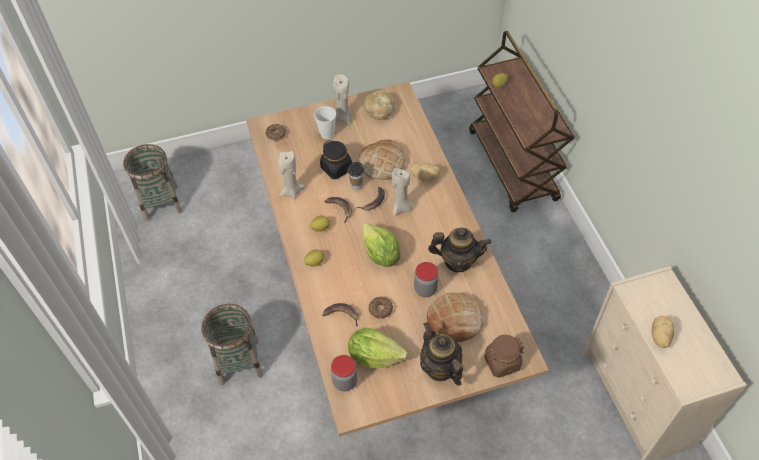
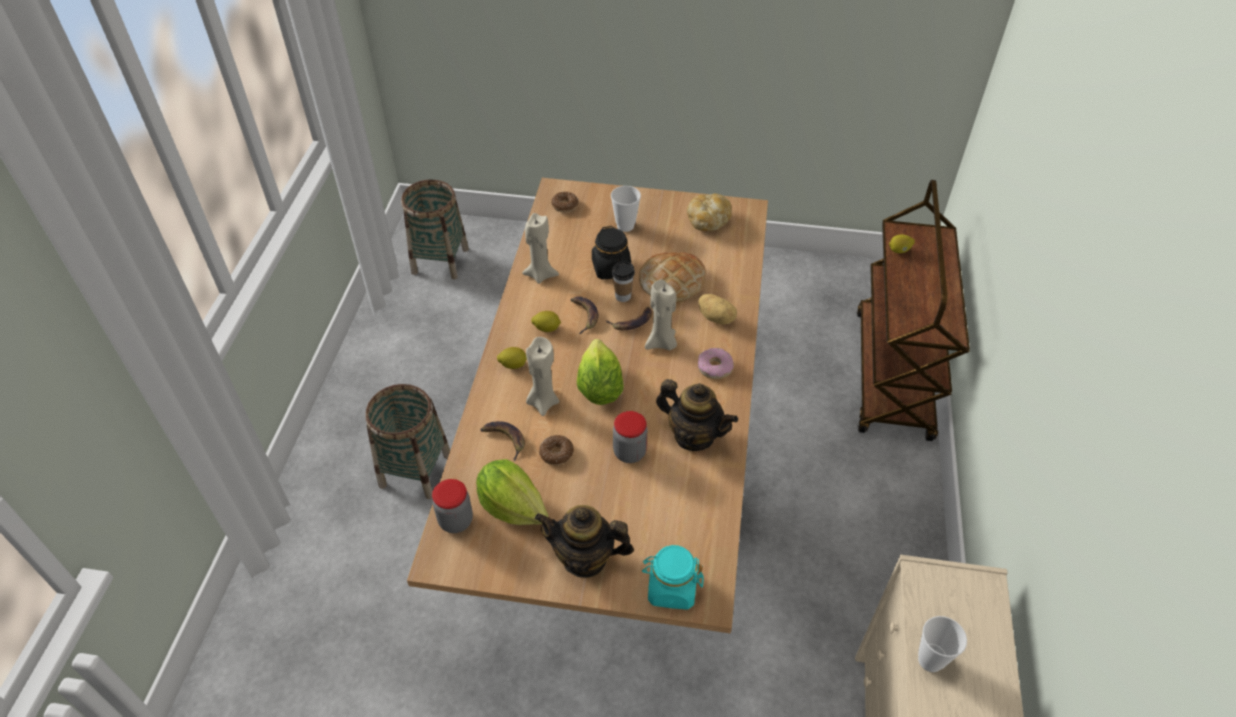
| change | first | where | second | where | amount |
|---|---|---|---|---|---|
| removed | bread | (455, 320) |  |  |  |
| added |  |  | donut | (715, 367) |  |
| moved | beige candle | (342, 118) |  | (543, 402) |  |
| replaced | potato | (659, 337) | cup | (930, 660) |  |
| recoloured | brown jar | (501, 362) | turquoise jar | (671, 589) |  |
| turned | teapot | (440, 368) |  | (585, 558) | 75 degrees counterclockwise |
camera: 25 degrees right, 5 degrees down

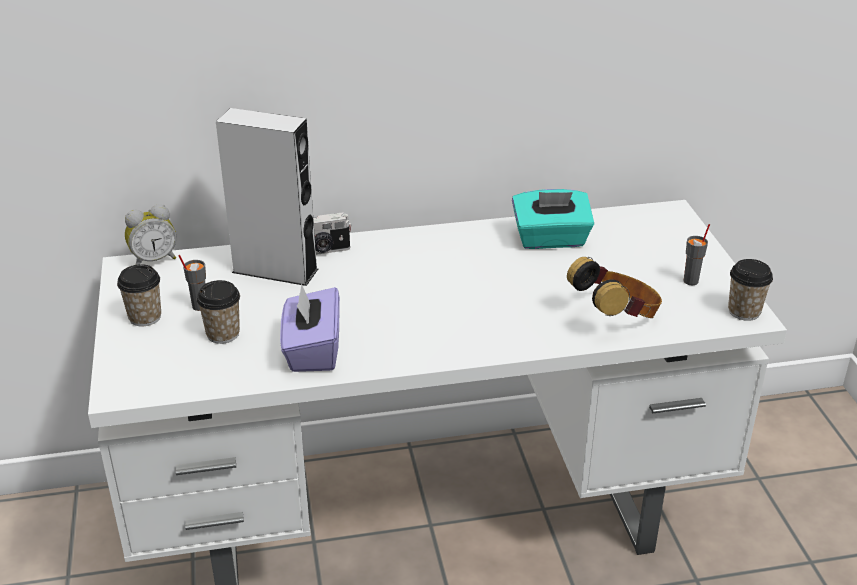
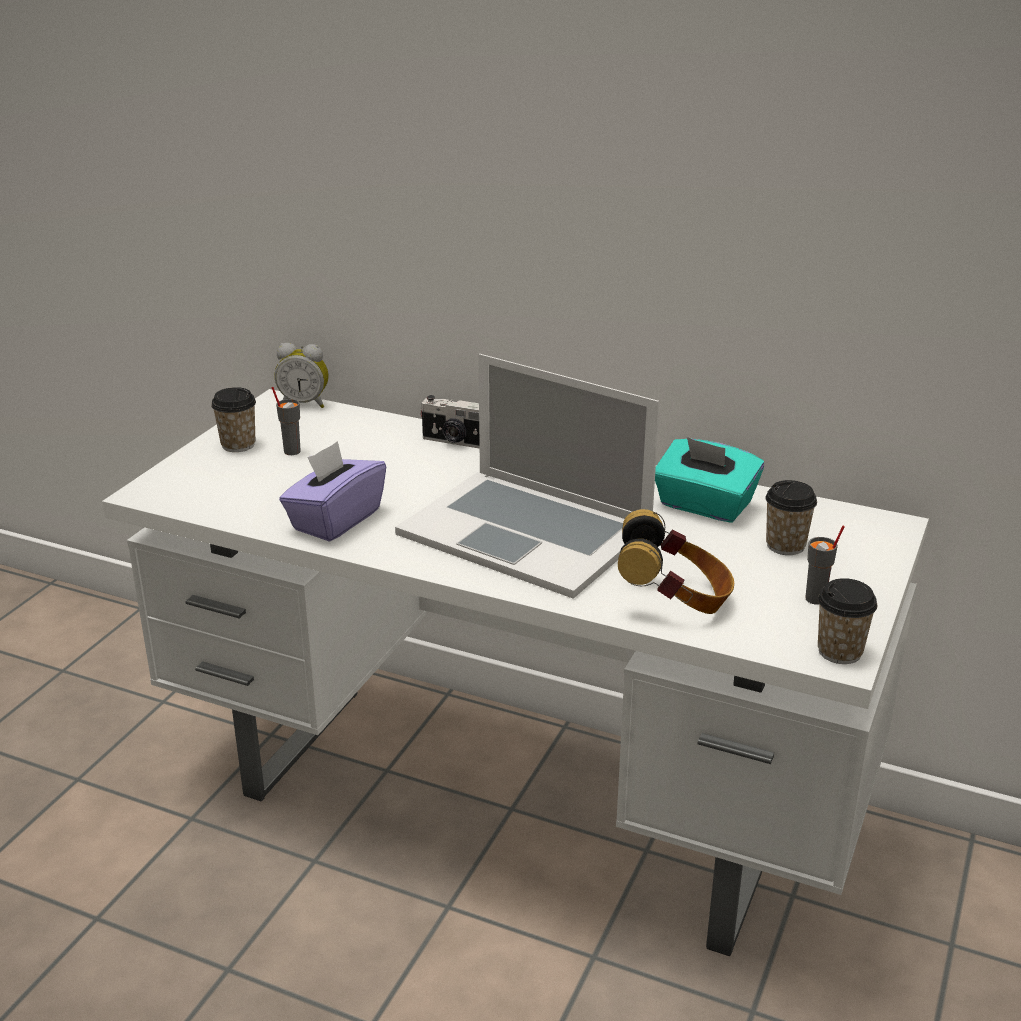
| change | first | where | second | where | amount |
|---|---|---|---|---|---|
| removed | grey speaker | (275, 270) |  |  |  |
| added |  |  | laptop | (526, 531) |  |
| moved | cup | (223, 334) |  | (785, 545) |  |
camera: 35 degrees right, 5 degrees down

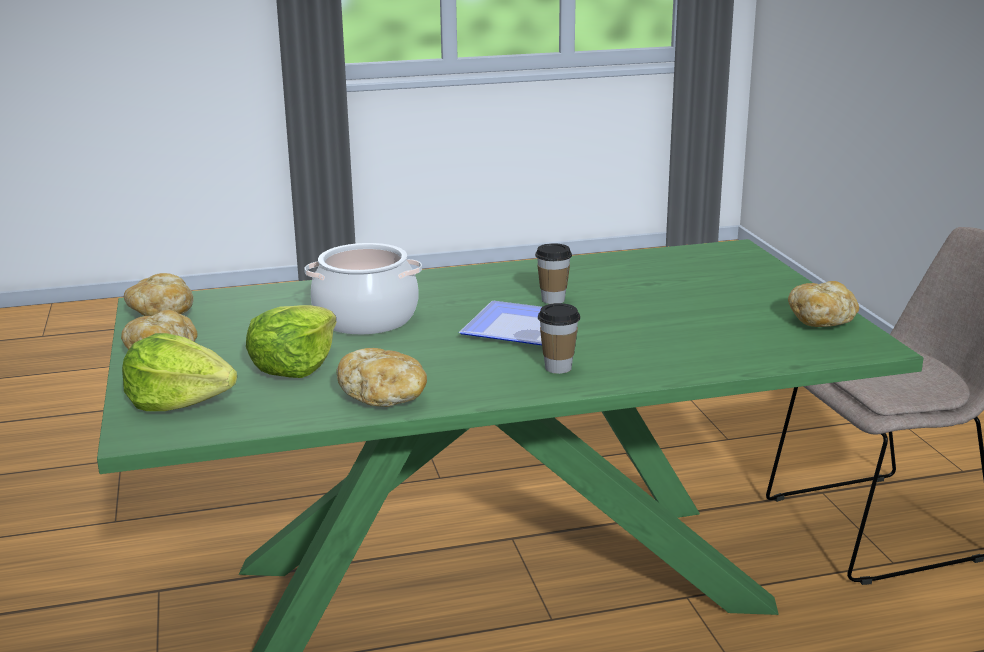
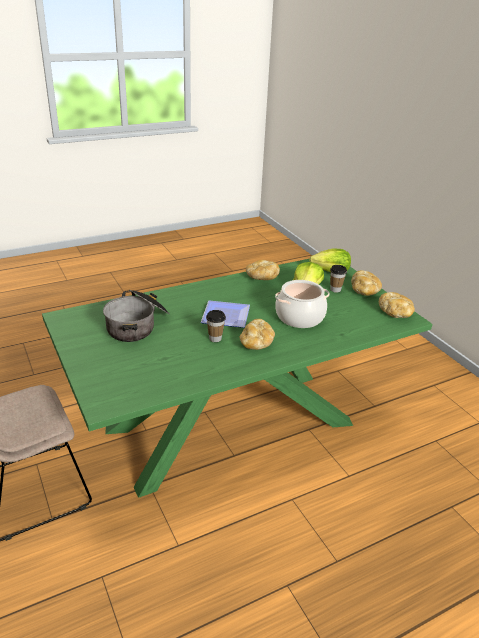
| change | first | where | second | where | amount |
|---|---|---|---|---|---|
| added |  |  | cooking pot | (138, 325) |  |
| moved | cup | (558, 368) |  | (335, 290) |  |
| moved | bread | (822, 321) |  | (256, 343) |  |
camera: 165 degrees right, 10 degrees up

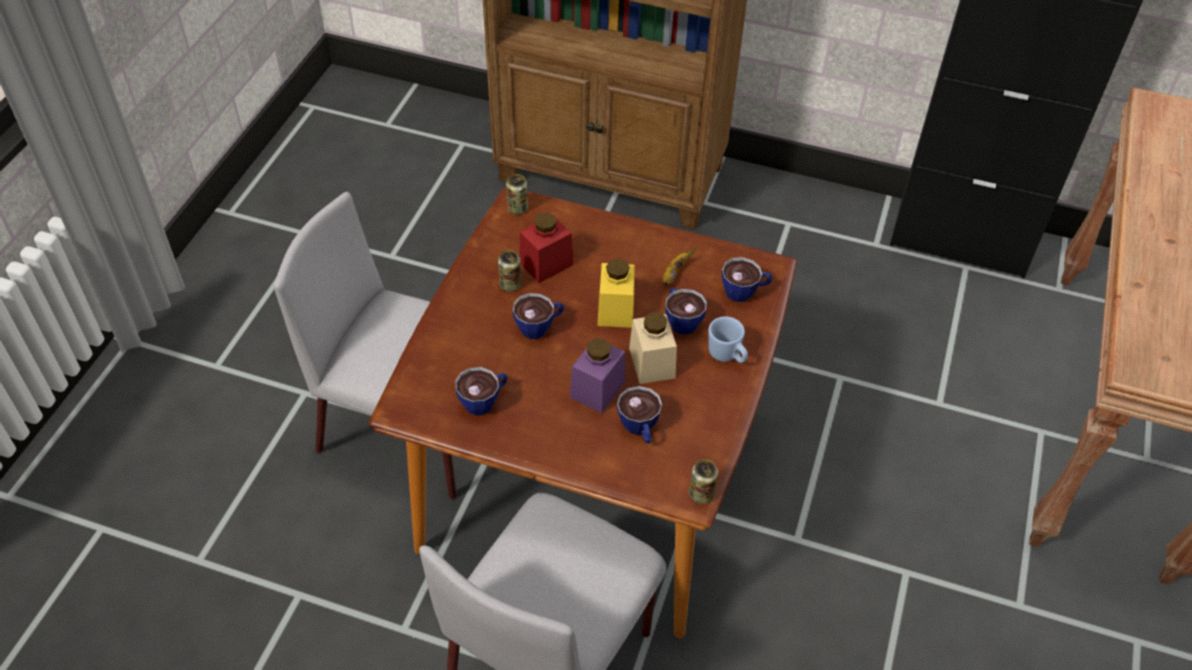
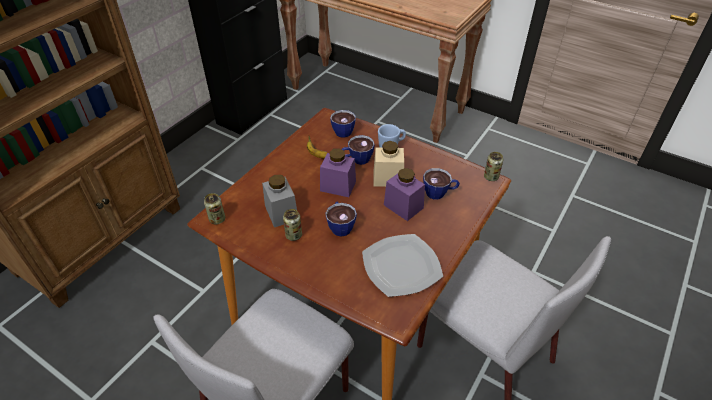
| change | first | where | second | where | amount |
|---|---|---|---|---|---|
| replaced | cup | (484, 401) | plate | (400, 266) |  |
| recoloured | red jar | (546, 264) | grey jar | (281, 213) |  |
| recoloured | yellow jar | (615, 310) | purple jar | (338, 186) |  |
camera: 75 degrees left, 5 degrees down

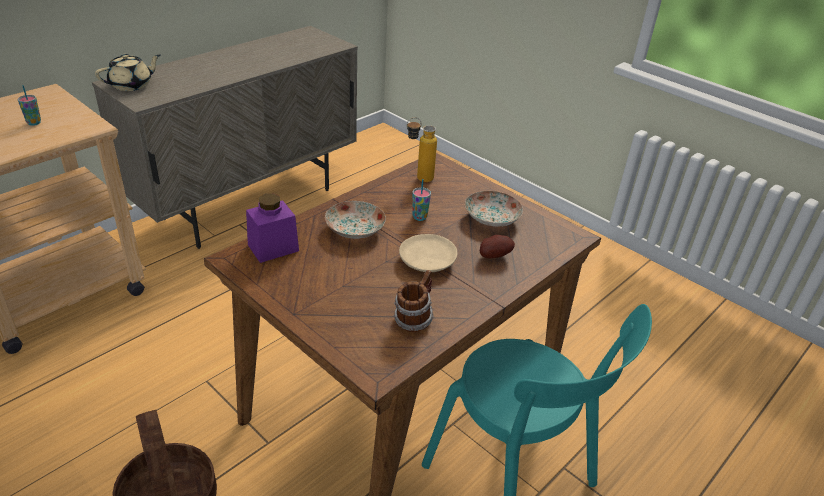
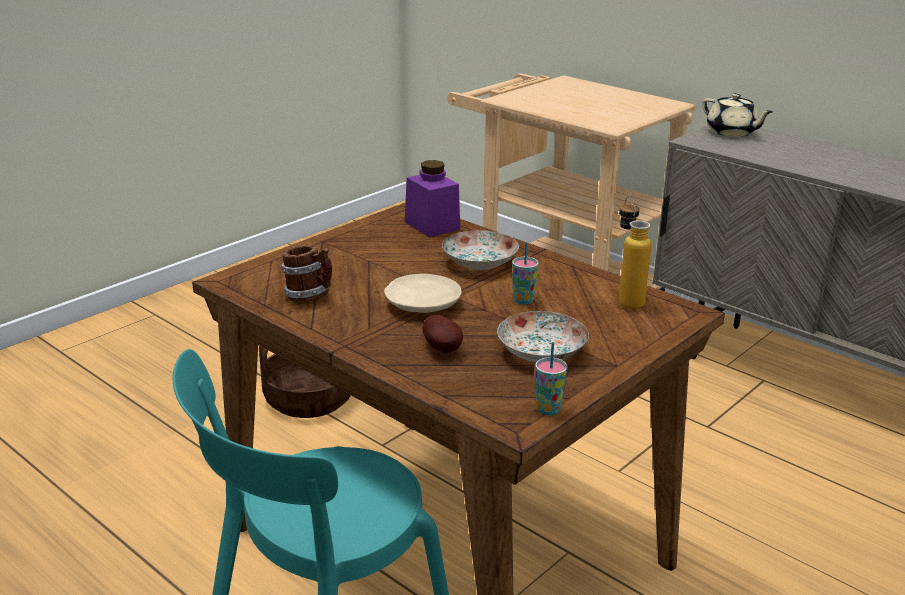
| change | first | where | second | where | amount |
|---|---|---|---|---|---|
| moved | cup | (34, 123) |  | (548, 409) |  |
camera: 90 degrees right, 10 degrees down

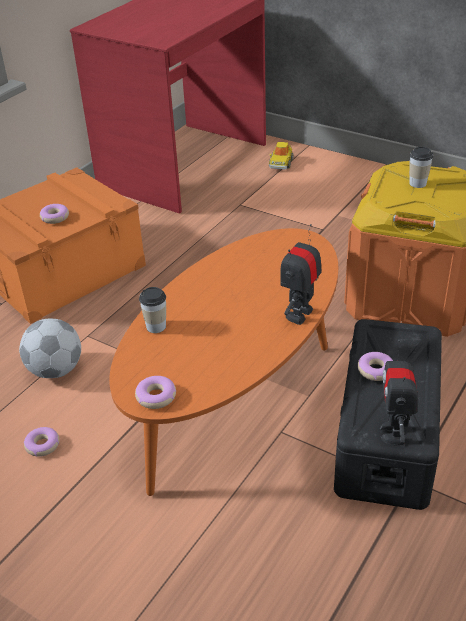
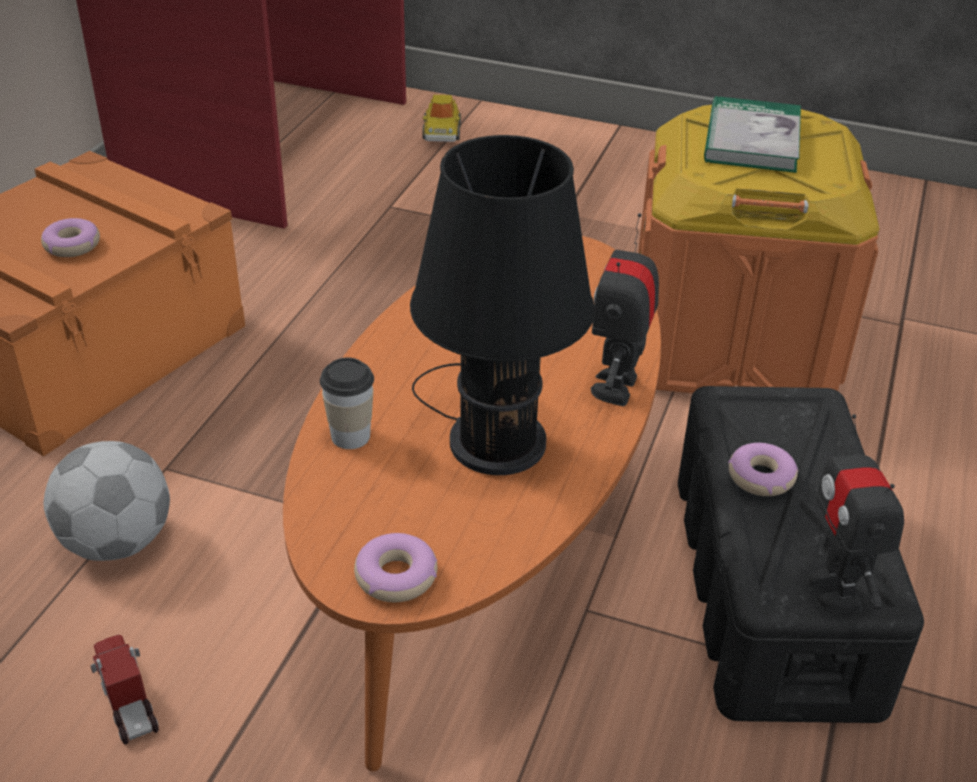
| change | first | where | second | where | amount |
|---|---|---|---|---|---|
| added |  |  | black table lamp | (493, 435) |  |
| replaced | donut | (42, 445) | toy truck | (127, 698) |  |
| replaced | cup | (417, 183) | book | (752, 140) |  |
camera: 15 degrees left, 0 degrees up

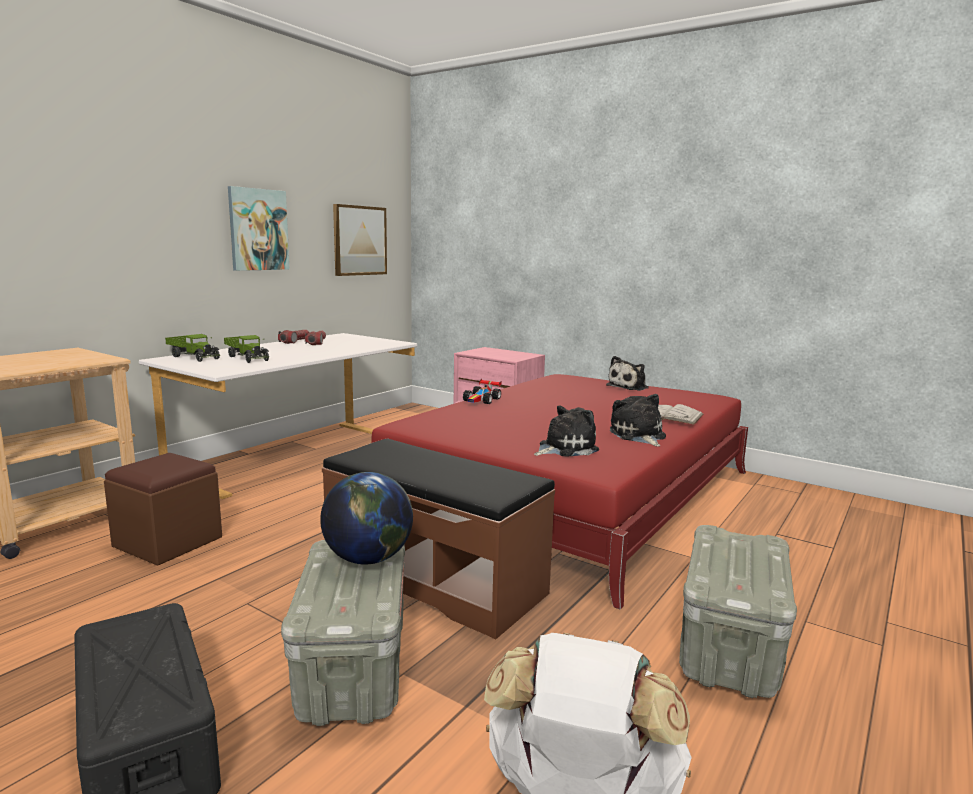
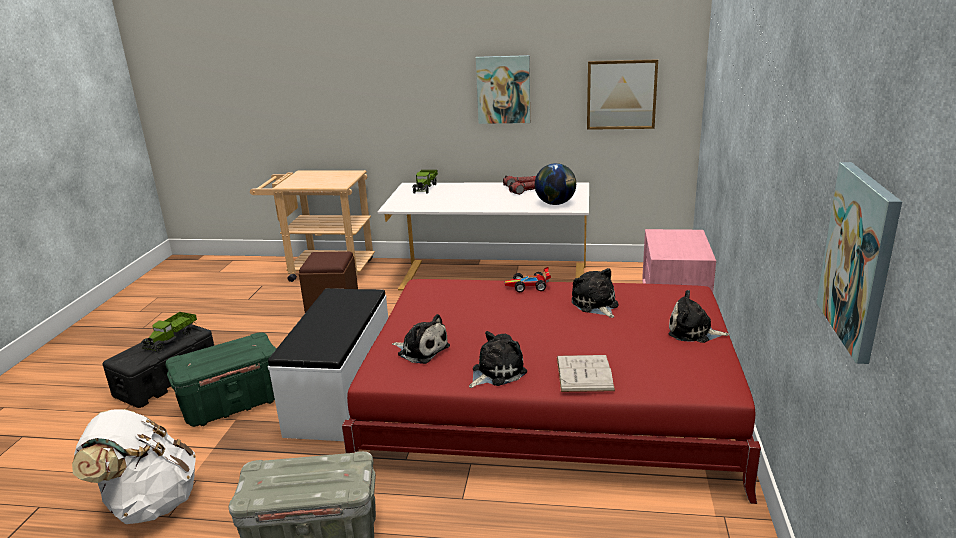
| change | first | where | second | where | amount |
|---|---|---|---|---|---|
| added |  |  | plush toy | (595, 305) |  |
| added |  |  | picture | (860, 259) |  |
| moved | toy truck | (247, 358) |  | (171, 339) |  |
| moved | globe | (368, 558) |  | (555, 203) |  |
| recoloured | grey storage box | (353, 672) | green storage box | (232, 405) |  |
| recoloured | brown bench | (435, 579) | white bench | (343, 394) |  |
camera: 65 degrees right, 10 degrees up

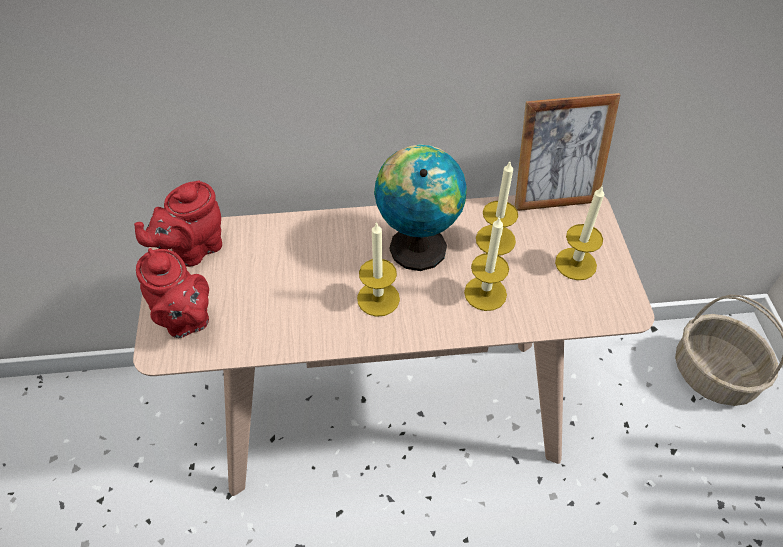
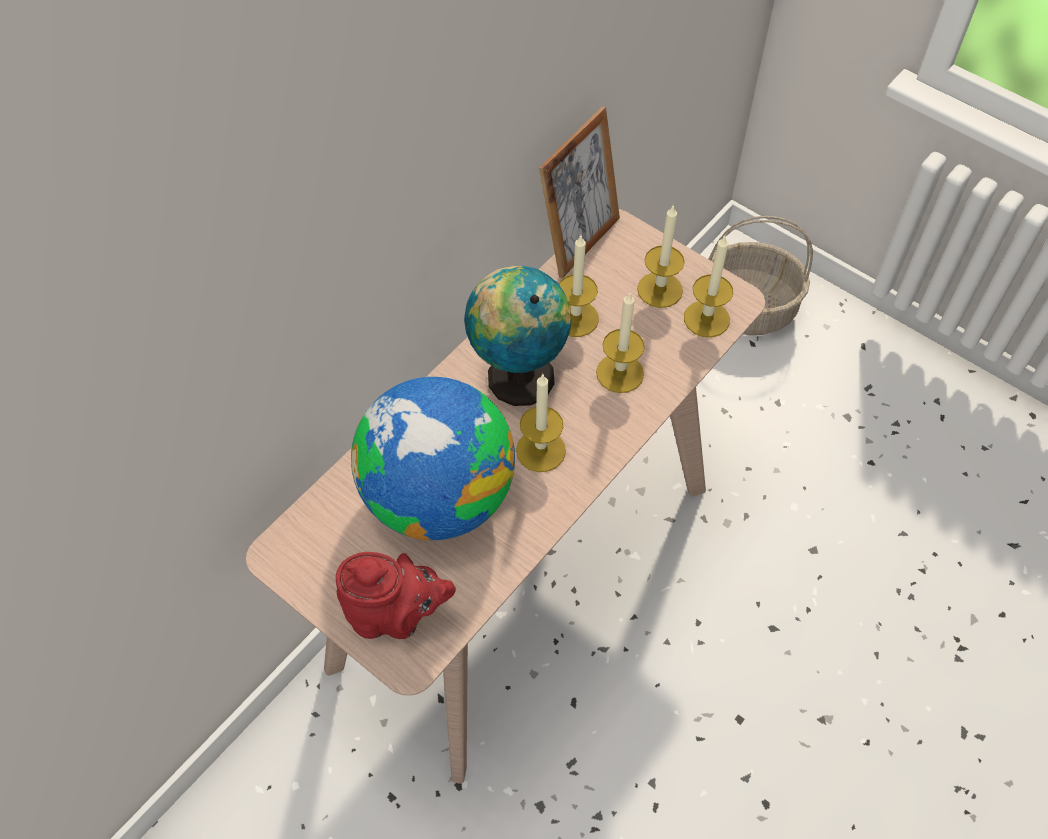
| change | first | where | second | where | amount |
|---|---|---|---|---|---|
| removed | red teapot | (193, 249) |  |  |  |
| added |  |  | globe | (438, 497) |  |
| added |  |  | candle | (706, 318) |  |
camera: 45 degrees left, 5 degrees up

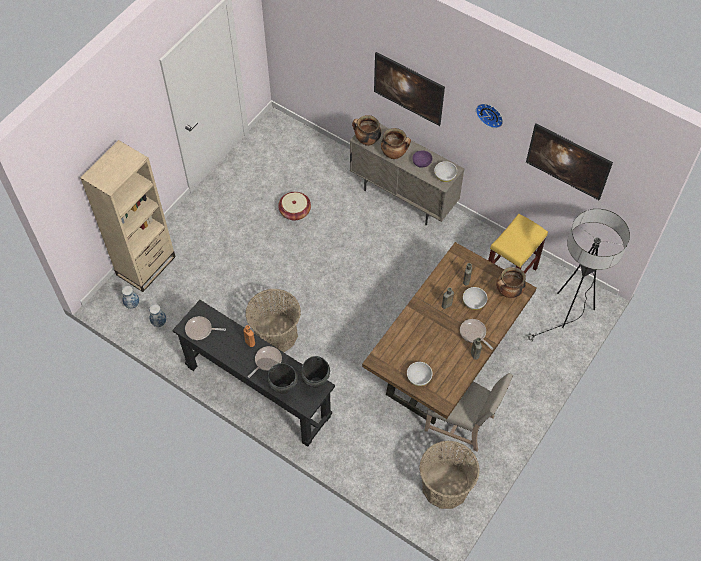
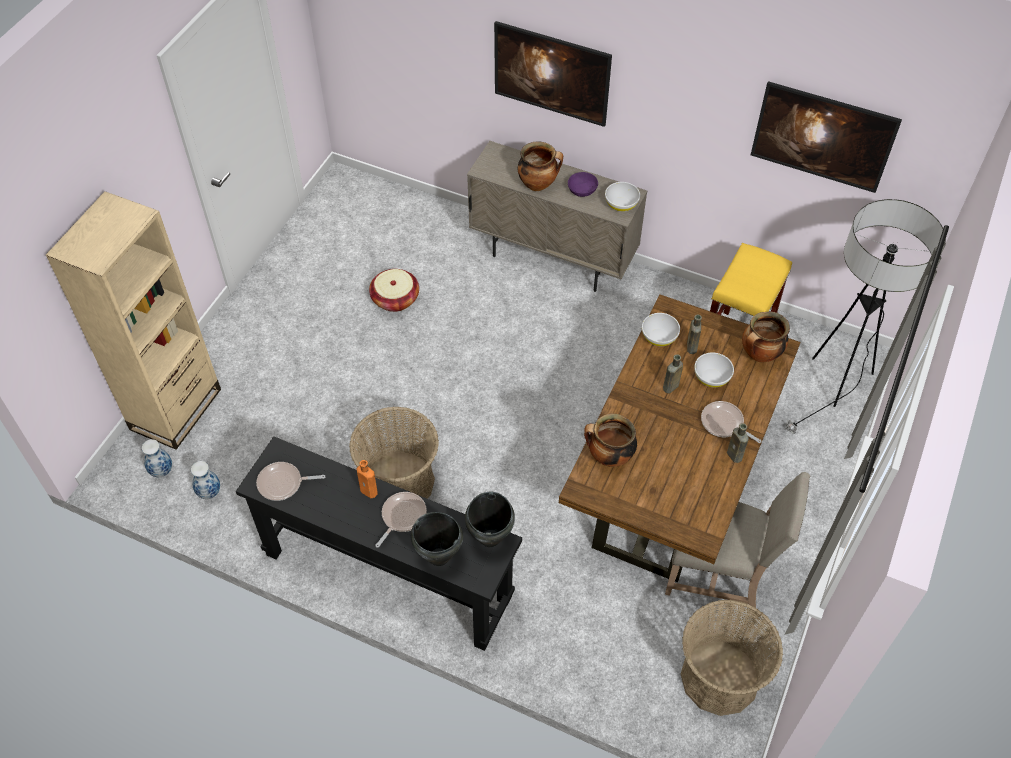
| change | first | where | second | where | amount |
|---|---|---|---|---|---|
| removed | wall clock | (490, 114) |  |  |  |
| moved | cooking pot | (367, 141) |  | (609, 457) |  |
| moved | white bowl | (418, 377) |  | (659, 337) |  |
camera: 10 degrees left, 5 degrees down

